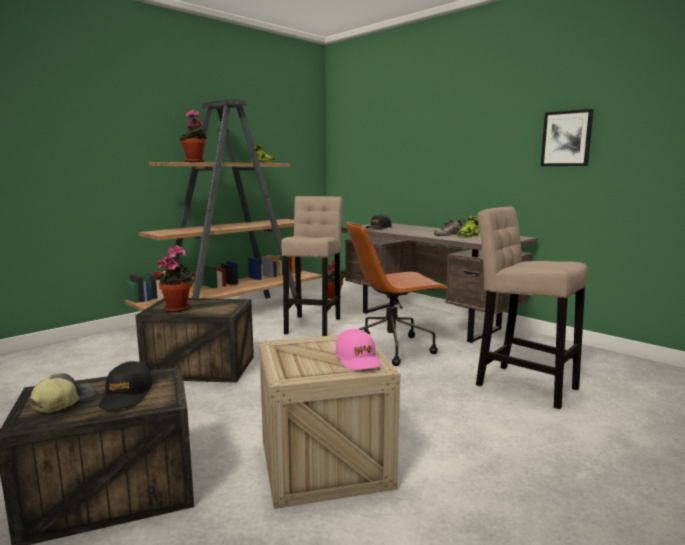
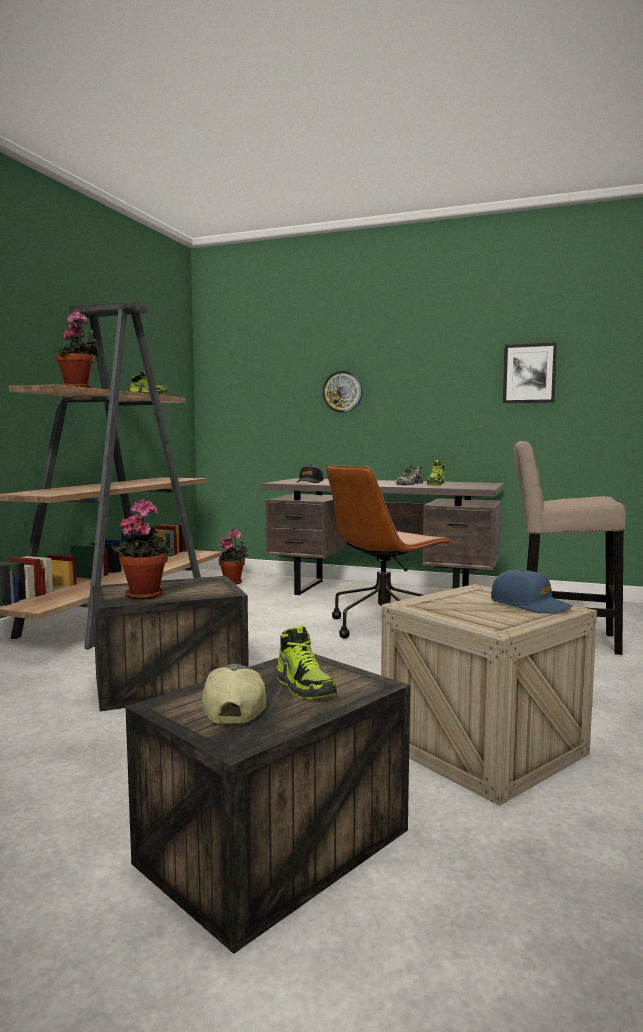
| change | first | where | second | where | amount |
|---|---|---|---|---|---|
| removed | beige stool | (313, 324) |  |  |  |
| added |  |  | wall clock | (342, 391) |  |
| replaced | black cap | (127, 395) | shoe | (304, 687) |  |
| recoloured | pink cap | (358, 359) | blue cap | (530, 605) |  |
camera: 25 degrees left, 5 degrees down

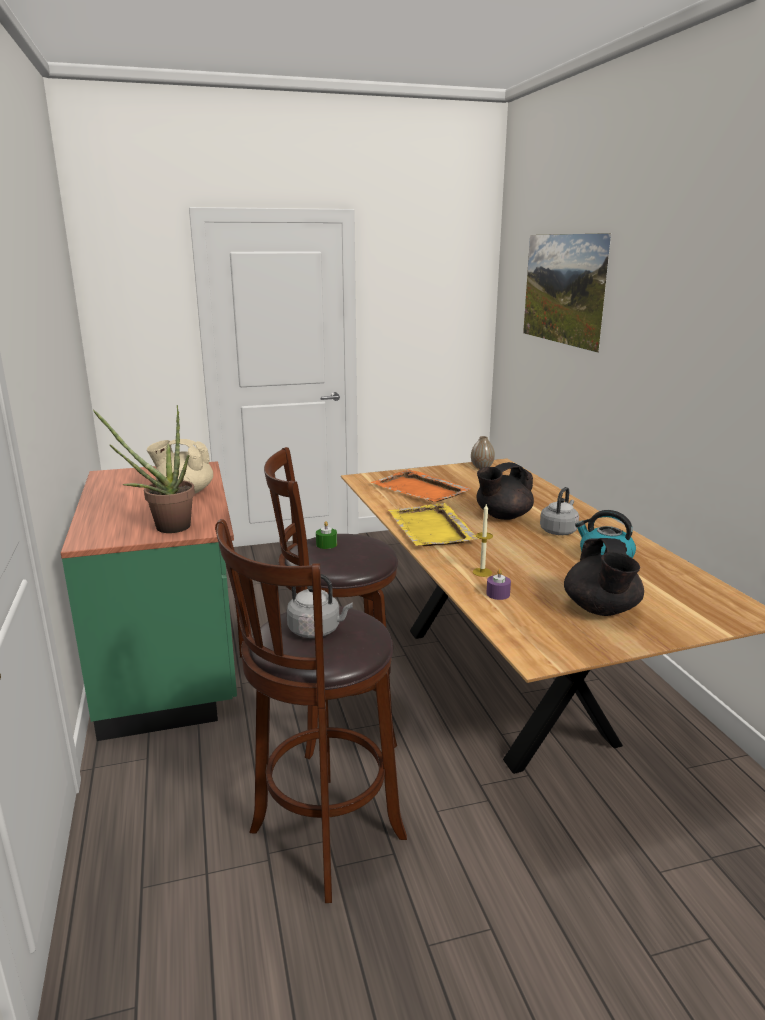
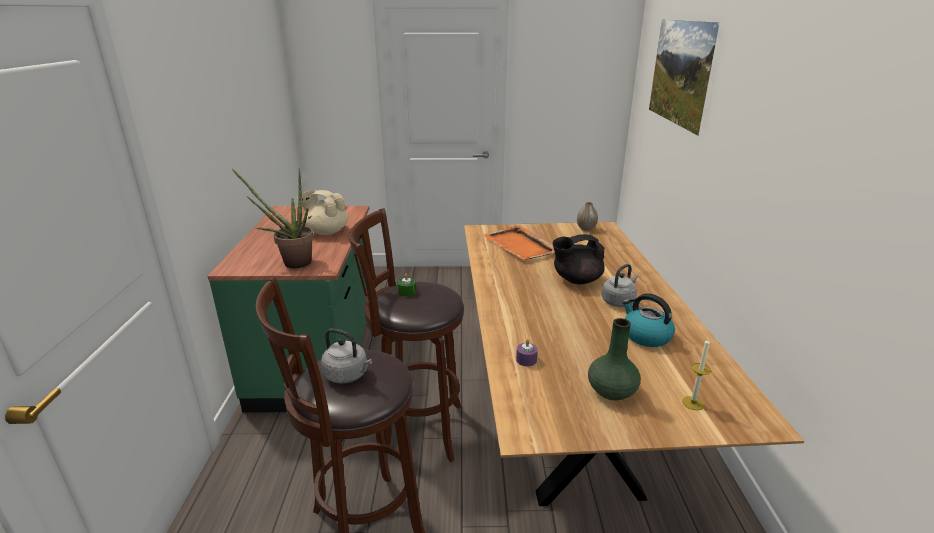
| change | first | where | second | where | amount |
|---|---|---|---|---|---|
| removed | yellow tray | (431, 529) |  |  |  |
| moved | candle | (482, 572) |  | (693, 403) |  |
| replaced | black teapot | (601, 610) | green vase | (611, 391) |  |
camera: 15 degrees right, 5 degrees up

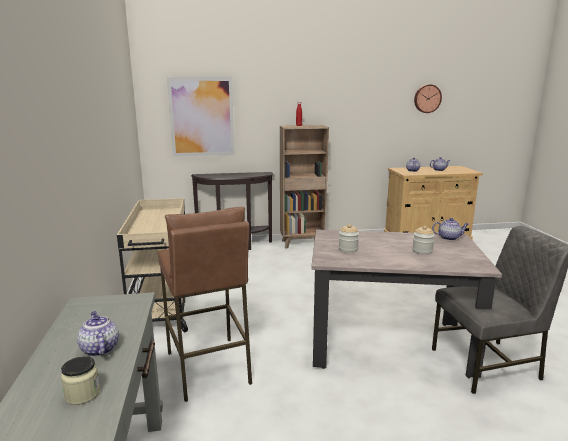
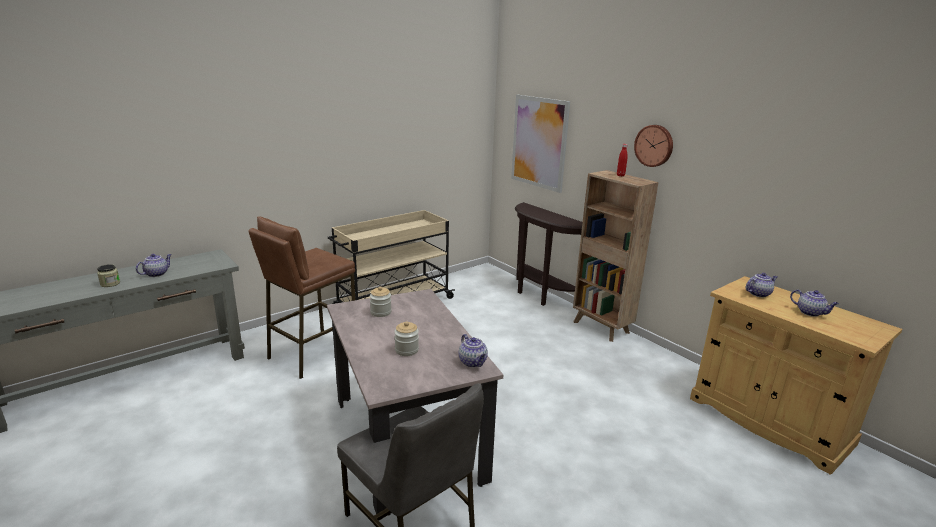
| change | first | where | second | where | amount |
|---|---|---|---|---|---|
| moved | wall clock | (427, 98) |  | (654, 145) |  |
camera: 60 degrees right, 5 degrees up

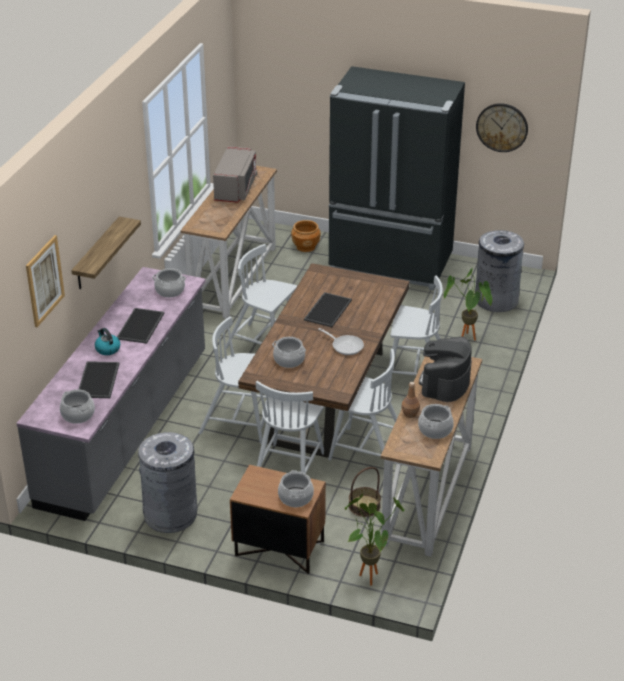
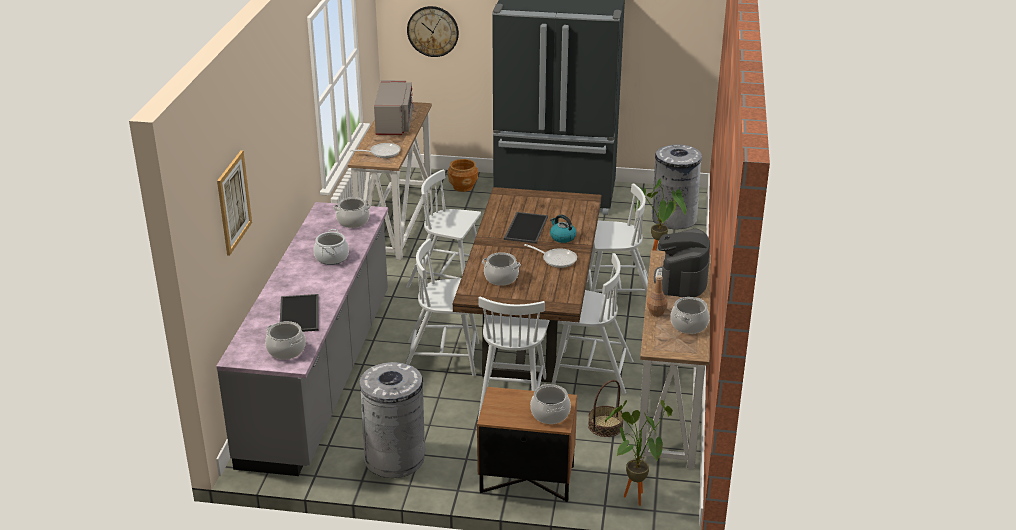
| change | first | where | second | where | amount |
|---|---|---|---|---|---|
| removed | shelf | (97, 254) |  |  |  |
| added |  |  | frying pan | (382, 153) |  |
| moved | kettle | (107, 349) |  | (562, 237) |  |
| moved | wall clock | (502, 127) |  | (433, 31) |  |
| replaced | tray | (141, 326) | cooking pot | (332, 257) |  |
camera: 10 degrees left, 5 degrees down

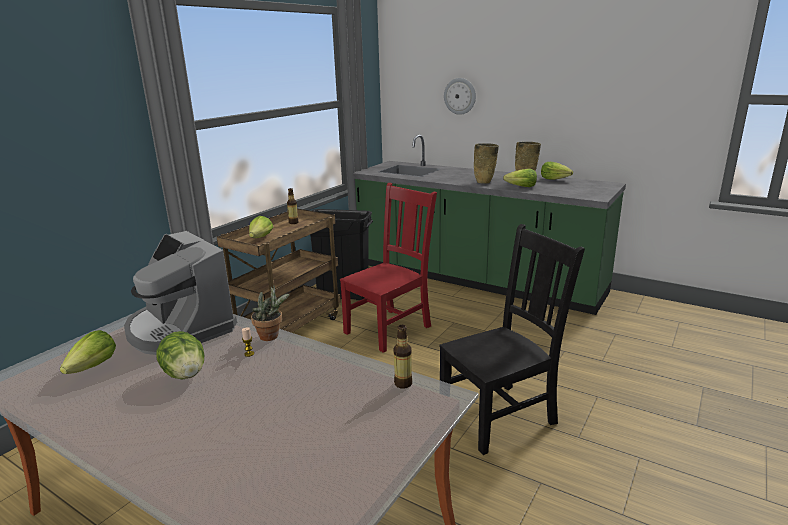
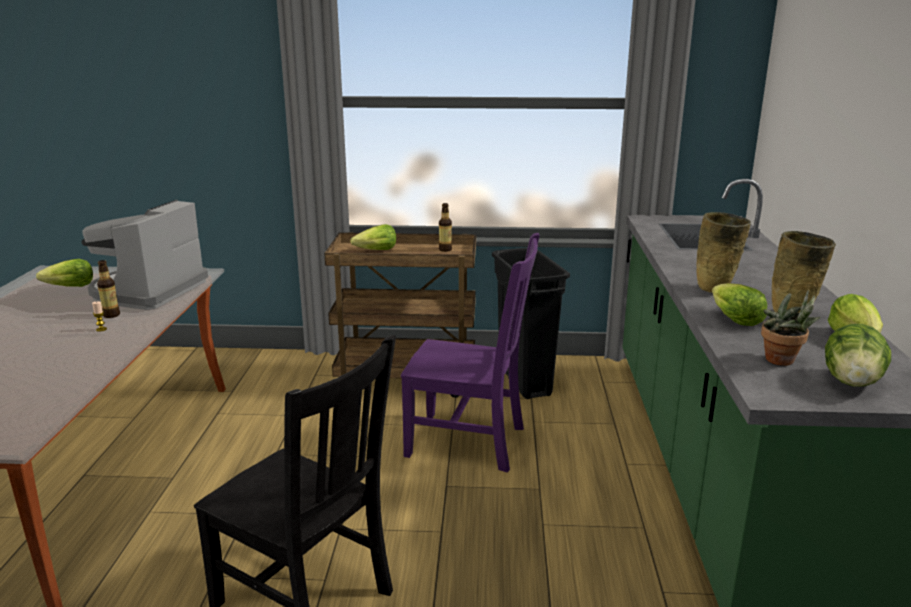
| change | first | where | second | where | amount |
|---|---|---|---|---|---|
| removed | wall clock | (460, 96) |  |  |  |
| moved | lettuce | (185, 374) |  | (851, 382) |  |
| moved | potted plant | (272, 336) |  | (783, 362) |  |
| moved | bottle | (403, 383) |  | (111, 315) |  |
| recoloured | red chair | (390, 328) | purple chair | (470, 442) |  |
camera: 60 degrees right, 0 degrees up

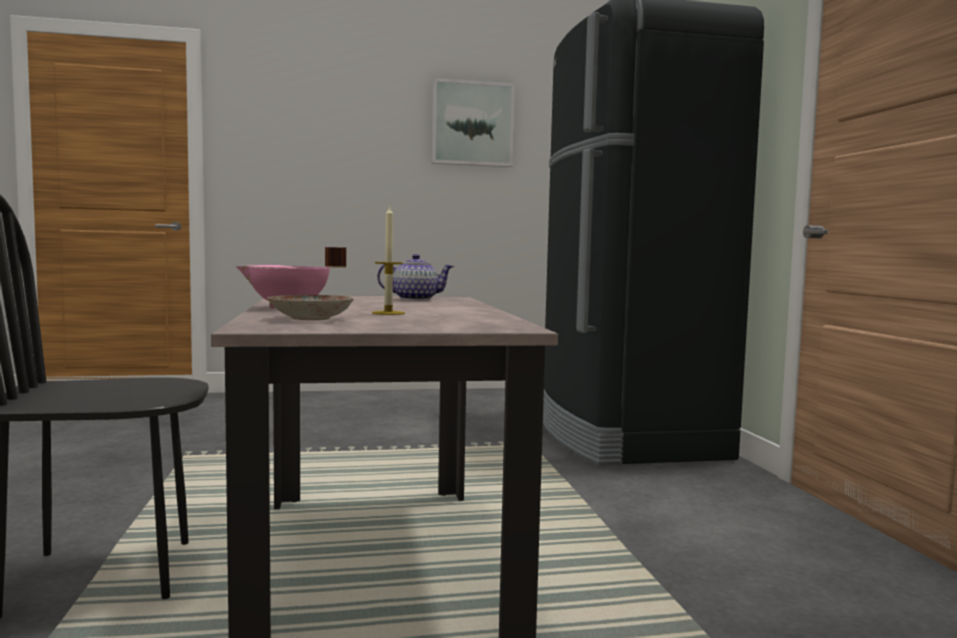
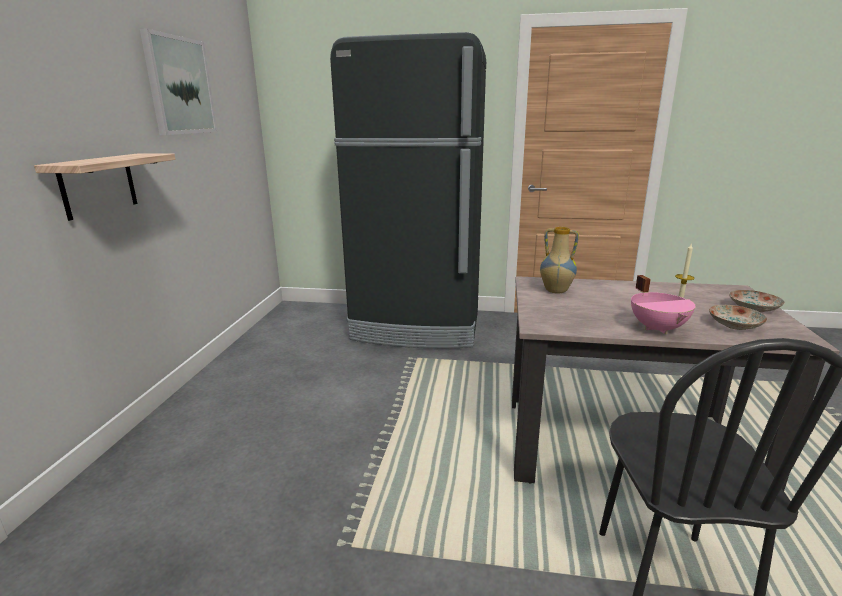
| change | first | where | second | where | amount |
|---|---|---|---|---|---|
| added |  |  | shelf | (98, 185) |  |
| added |  |  | plate | (754, 308) |  |
| replaced | teapot | (414, 299) | vase | (555, 291) |  |
camera: 70 degrees left, 15 degrees up

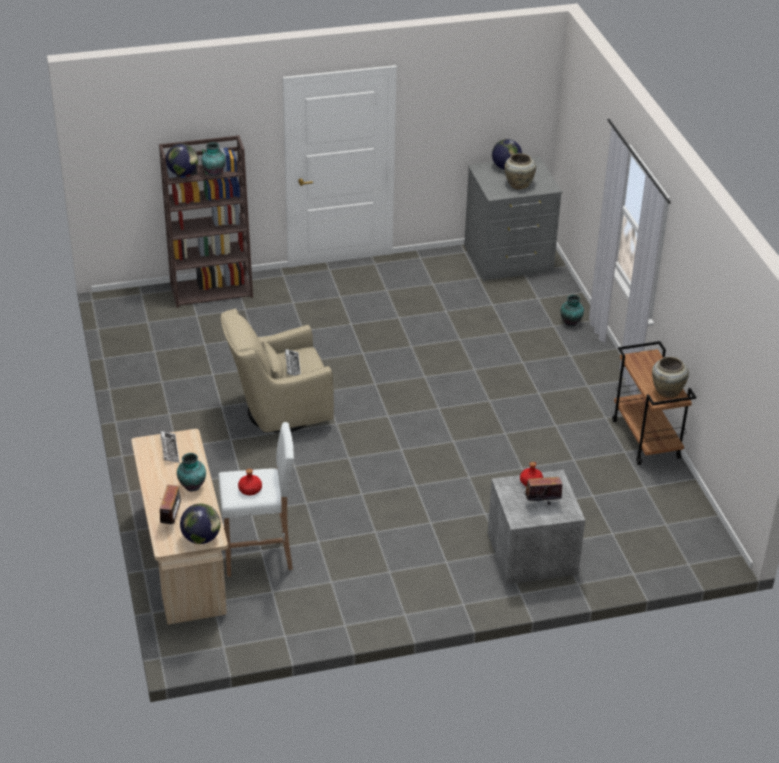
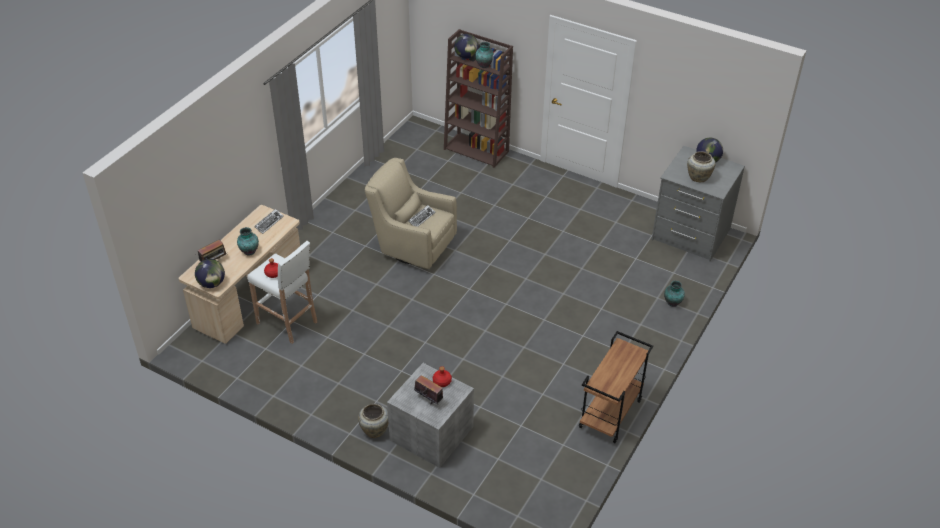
| change | first | where | second | where | amount |
|---|---|---|---|---|---|
| moved | beige vase | (666, 391) |  | (374, 430) |  |
camera: 45 degrees right, 5 degrees up

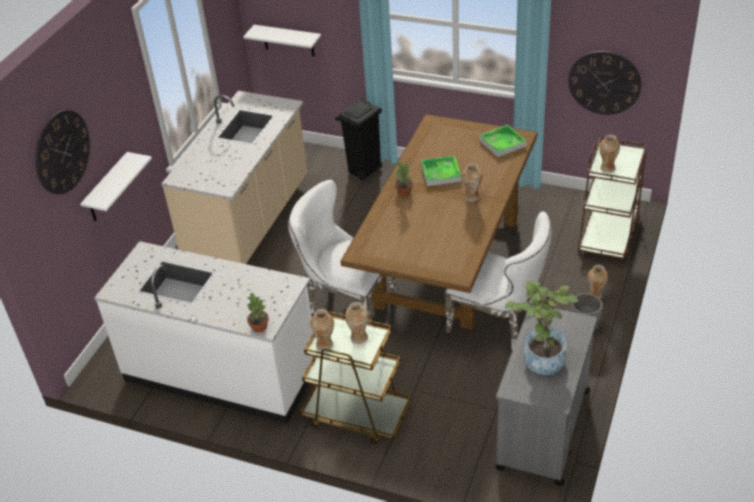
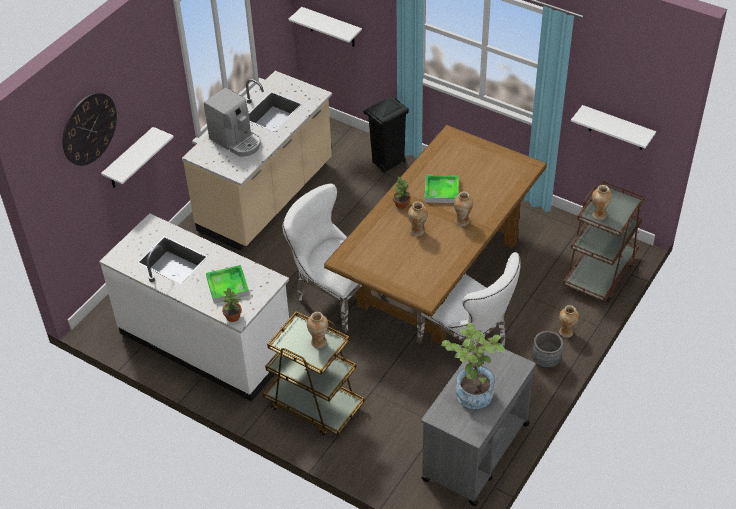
| change | first | where | second | where | amount |
|---|---|---|---|---|---|
| added |  |  | coffee machine | (236, 141) |  |
| moved | vase | (325, 344) |  | (417, 231) |  |
| moved | tray | (502, 143) |  | (227, 286) |  |
| replaced | wall clock | (604, 82) | white shelf | (617, 128) |  |
camera: 10 degrees right, 5 degrees up

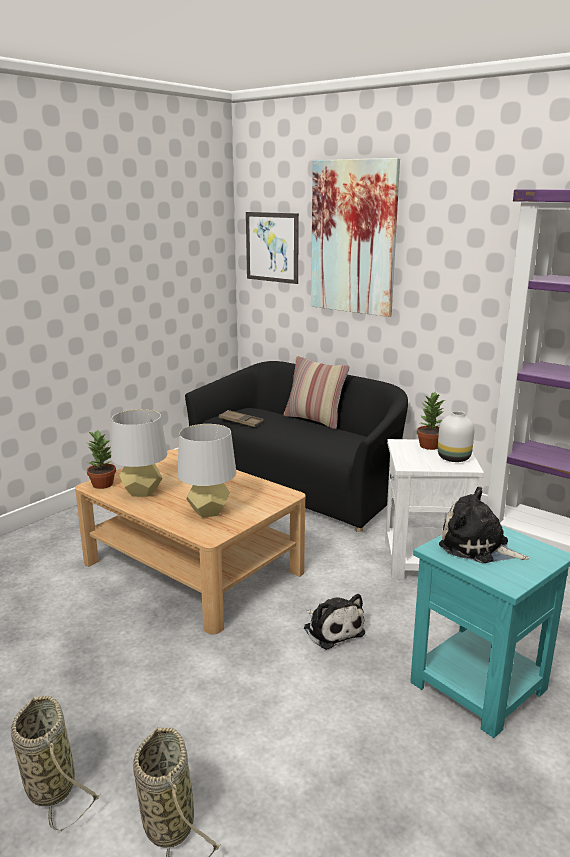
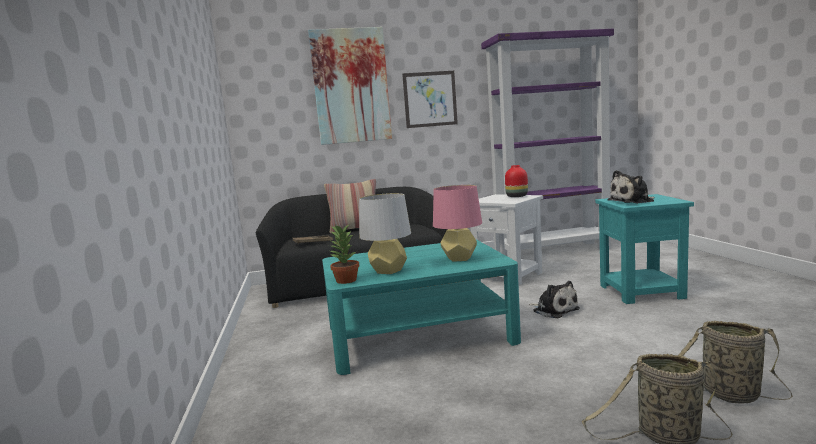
| change | first | where | second | where | amount |
|---|---|---|---|---|---|
| removed | potted plant | (429, 446) |  |  |  |
| moved | picture | (272, 247) |  | (430, 99) |  |
| recoloured | beige coffee table | (193, 567) | turquoise coffee table | (418, 334) |  |
| recoloured | grey table lamp | (208, 511) | pink table lamp | (459, 258) |  |
| recoloured | white vase | (454, 458) | red vase | (516, 196) |  |
| turned | plush toy | (332, 629) |  | (554, 310) | 45 degrees clockwise |
camera: 50 degrees left, 10 degrees down

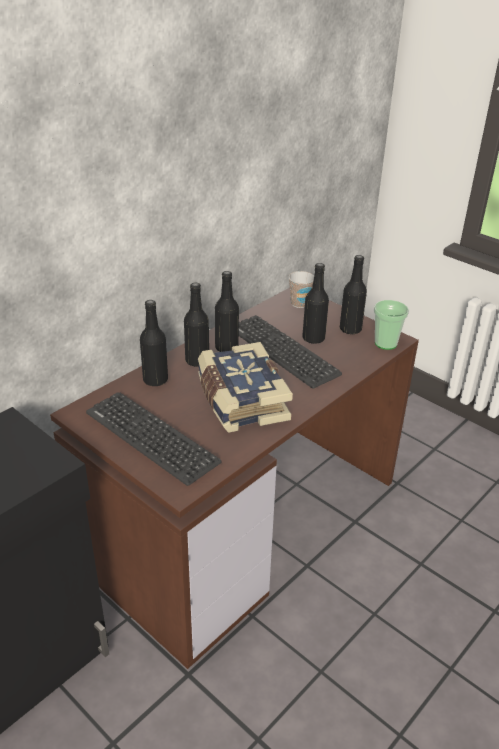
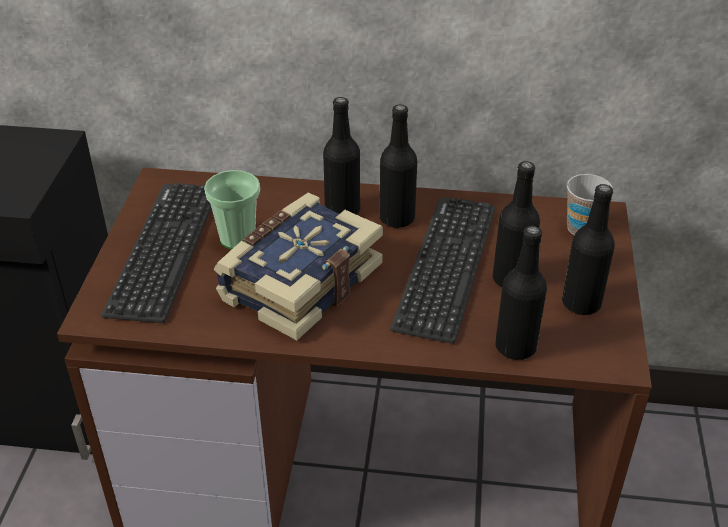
| change | first | where | second | where | amount |
|---|---|---|---|---|---|
| moved | black bottle | (155, 380) |  | (515, 347) |  |
| moved | cup | (385, 343) |  | (237, 238) |  |
camera: 55 degrees right, 5 degrees up

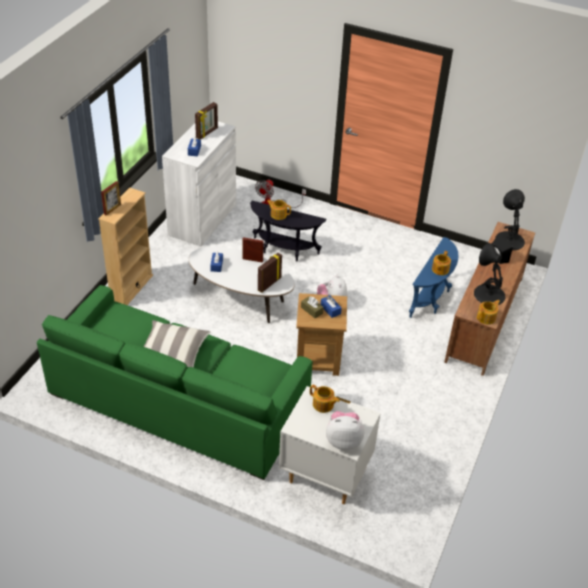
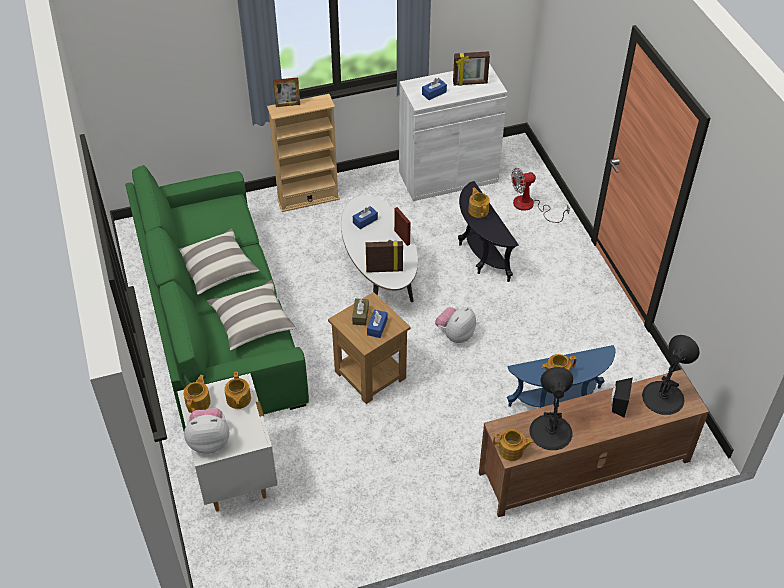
| change | first | where | second | where | amount |
|---|---|---|---|---|---|
| added |  |  | teapot | (198, 402) |  |
| added |  |  | pillow | (252, 322) |  |
| turned | plush toy | (343, 440) |  | (209, 441) | 60 degrees counterclockwise |
camera: 50 degrees right, 5 degrees up

